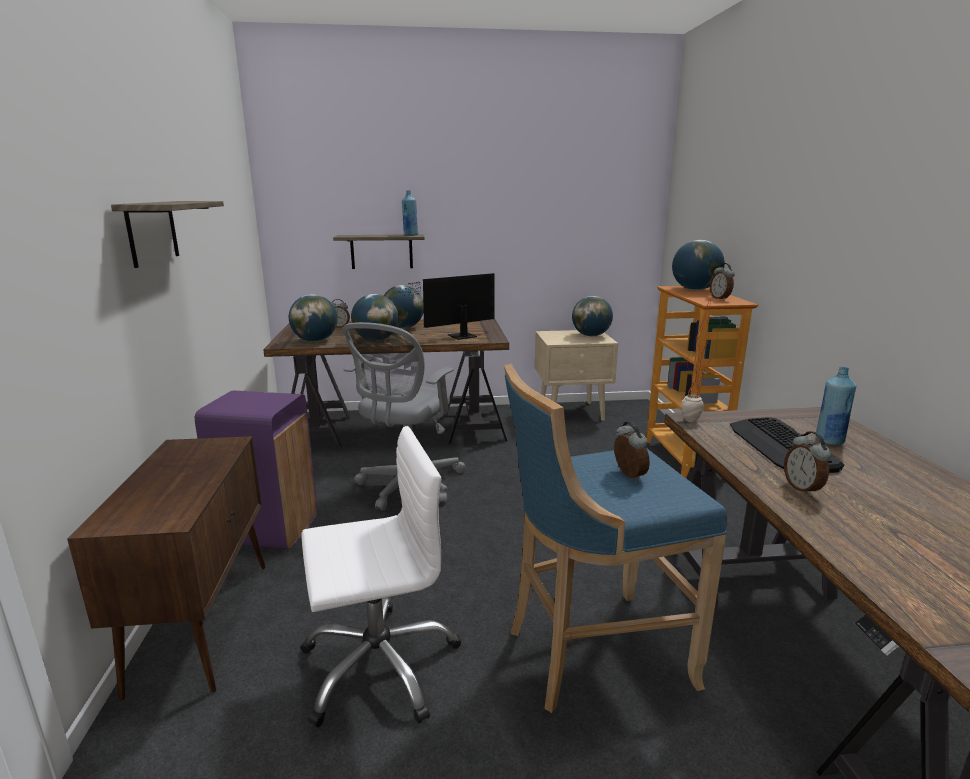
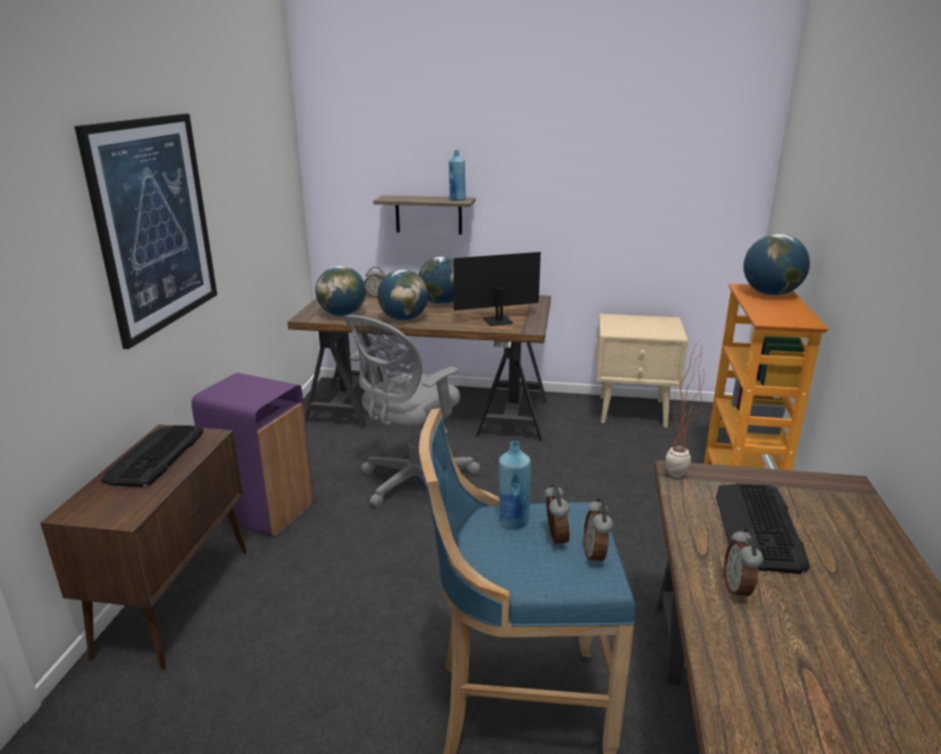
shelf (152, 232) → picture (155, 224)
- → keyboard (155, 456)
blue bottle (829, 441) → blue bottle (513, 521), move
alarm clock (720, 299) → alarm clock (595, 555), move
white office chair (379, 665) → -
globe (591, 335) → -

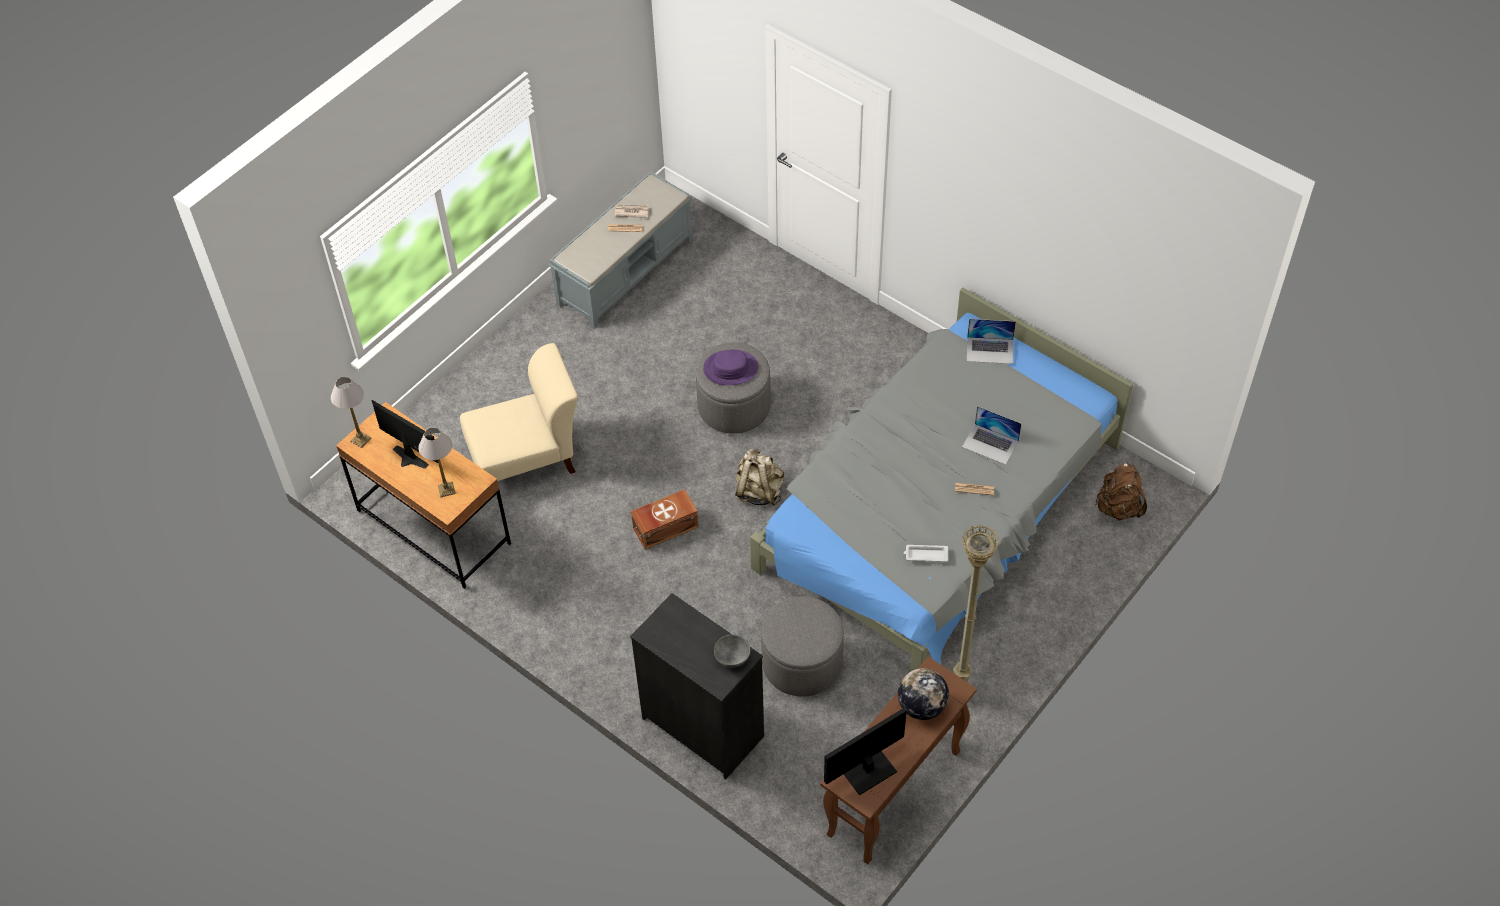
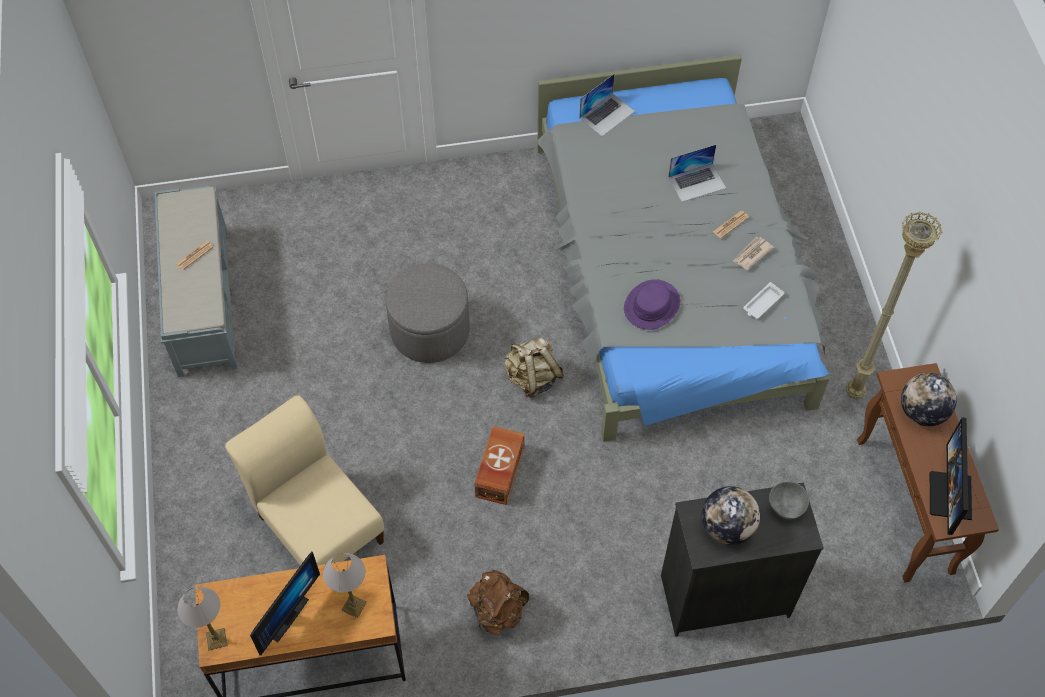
beige chair (527, 458) → beige chair (318, 524), 60 degrees counterclockwise
monitor (407, 460) → monitor (285, 615), 135 degrees clockwise
brown backpack (1118, 507) → brown backpack (497, 611), move
purple hat (730, 368) → purple hat (652, 305), move
- → globe (727, 527)
newspaper (631, 212) → newspaper (752, 254), move
grey ottoman (802, 663) → -

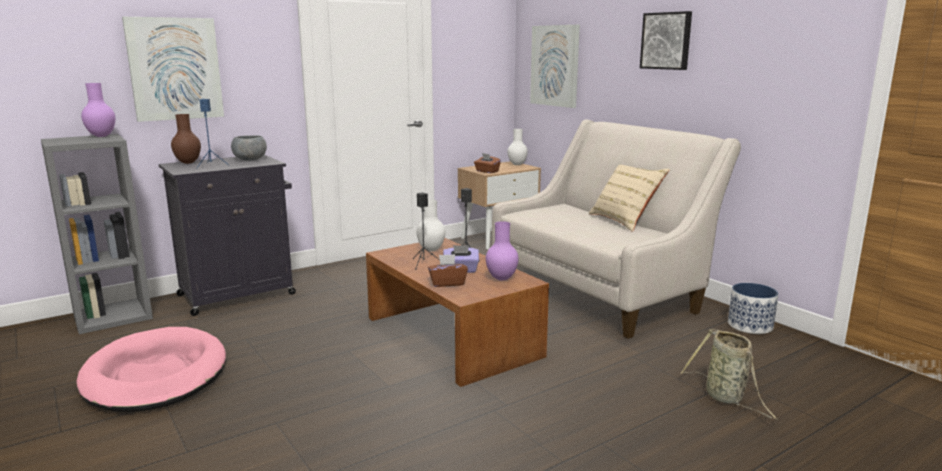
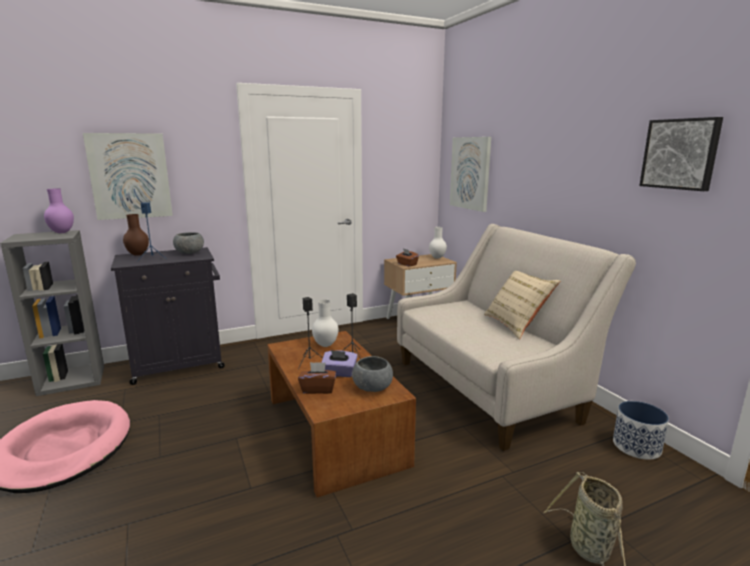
purple vase (502, 279) → grey bowl (372, 388)
picture (666, 41) → picture (680, 154), move

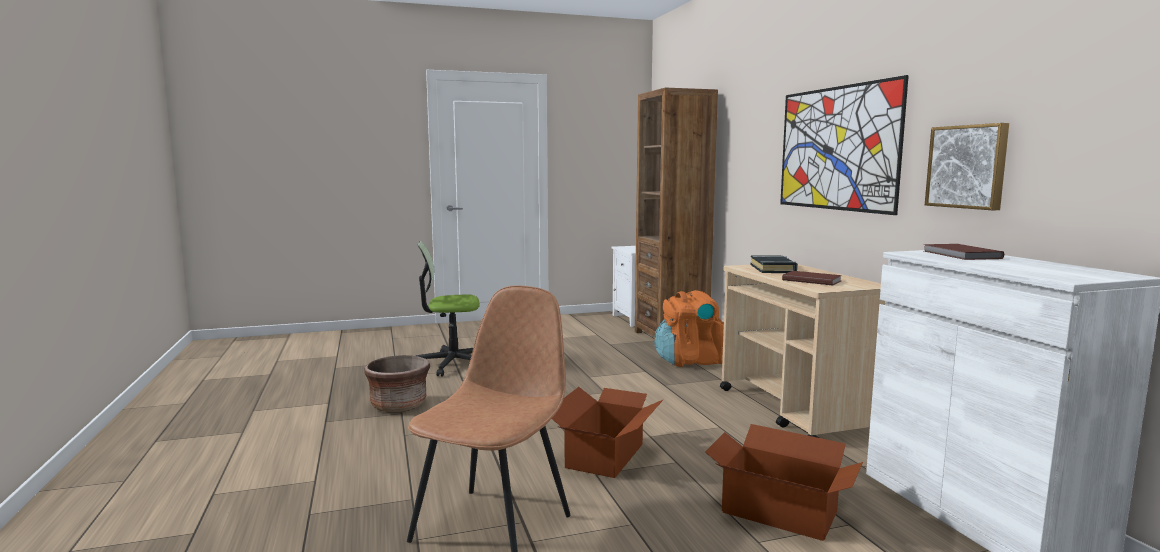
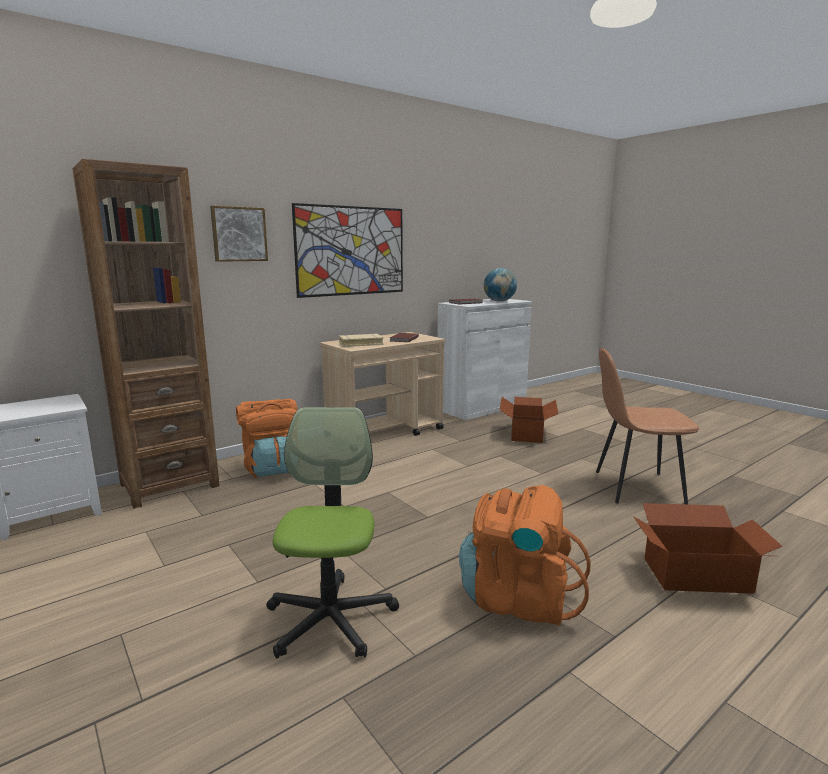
picture (968, 166) → picture (239, 234), move
office chair (451, 364) → office chair (330, 619), 150 degrees counterclockwise
black book (773, 269) → beige book (360, 343)
brown planter (399, 405) → orange backpack (517, 599)
- → globe (499, 301)
cardboard box (606, 455) → cardboard box (695, 574), move

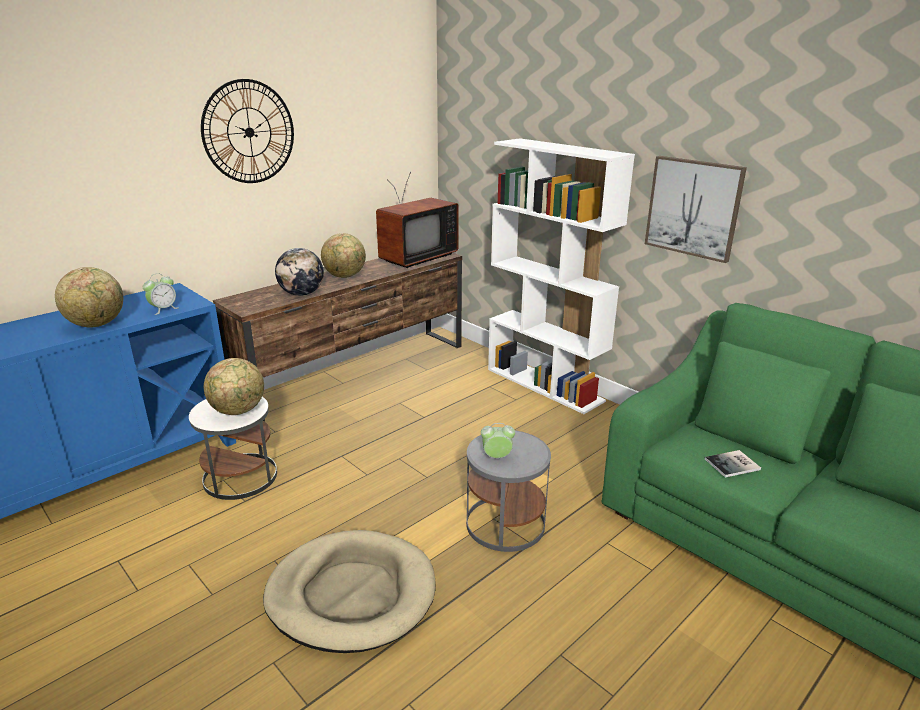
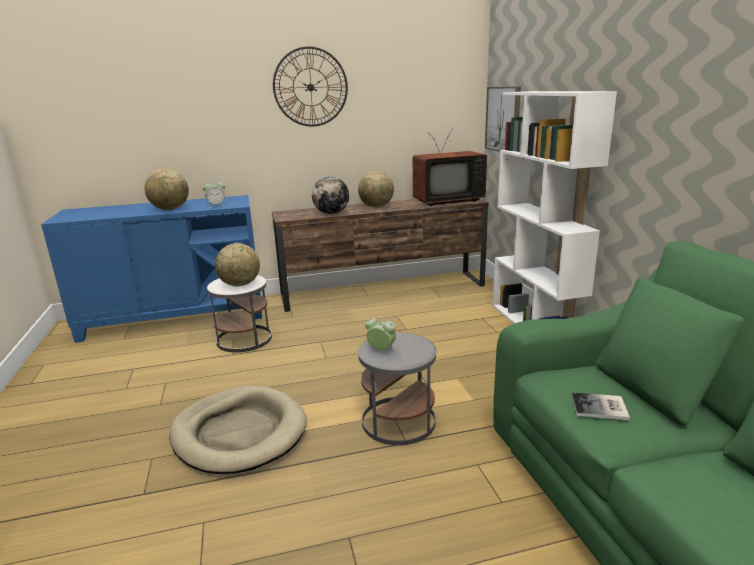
picture (693, 207) → picture (503, 119), move

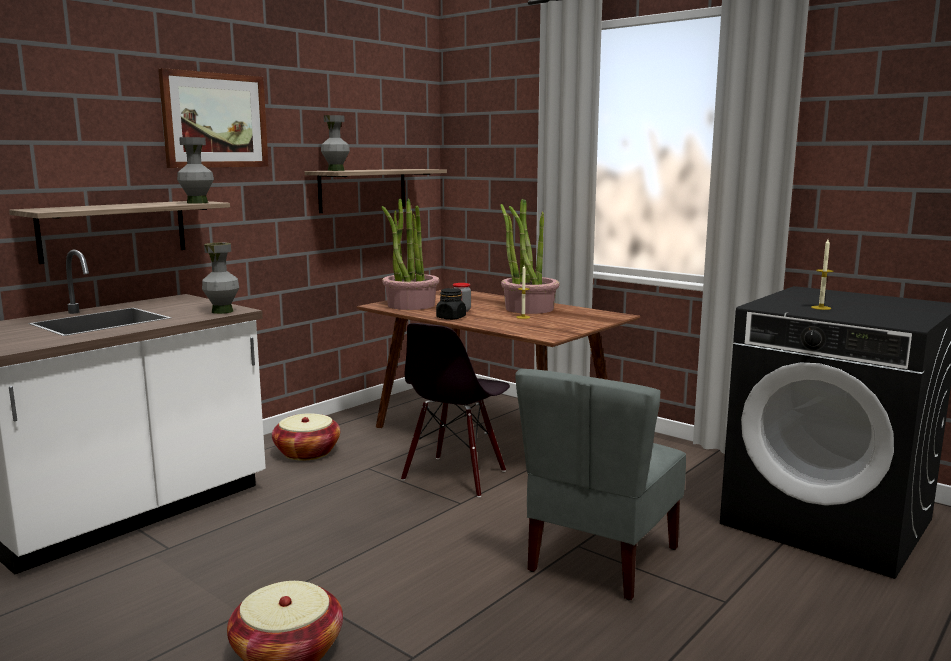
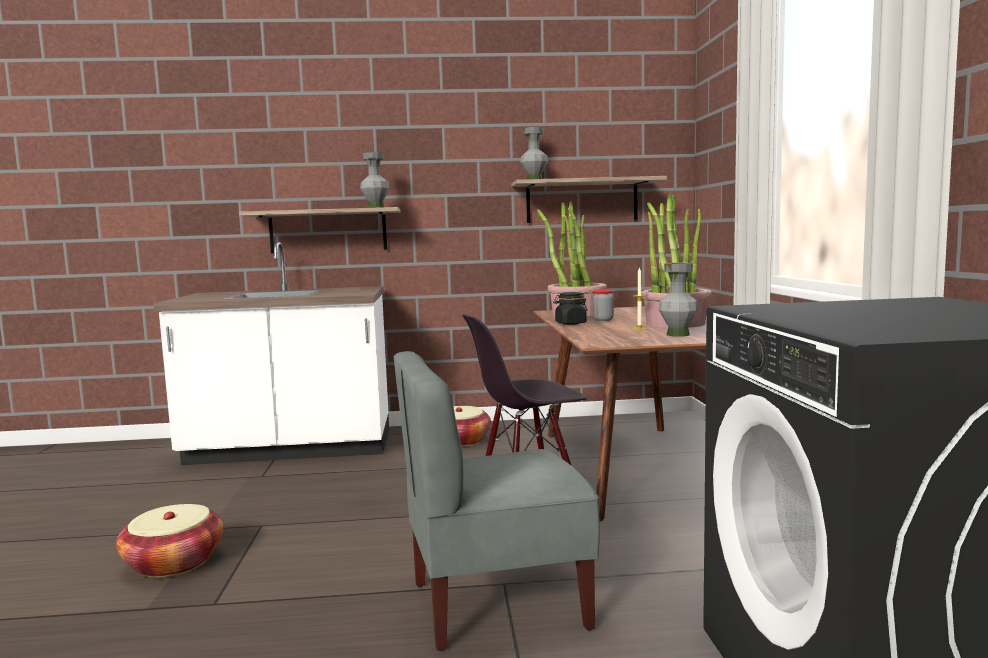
grey vase (222, 311) → grey vase (677, 334), move
picture (215, 120) → -
candle (821, 308) → -

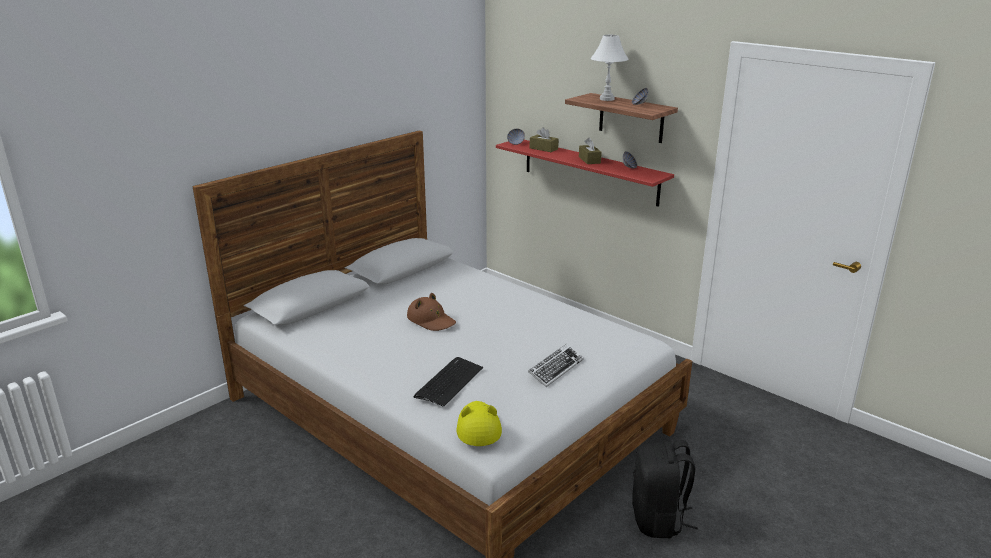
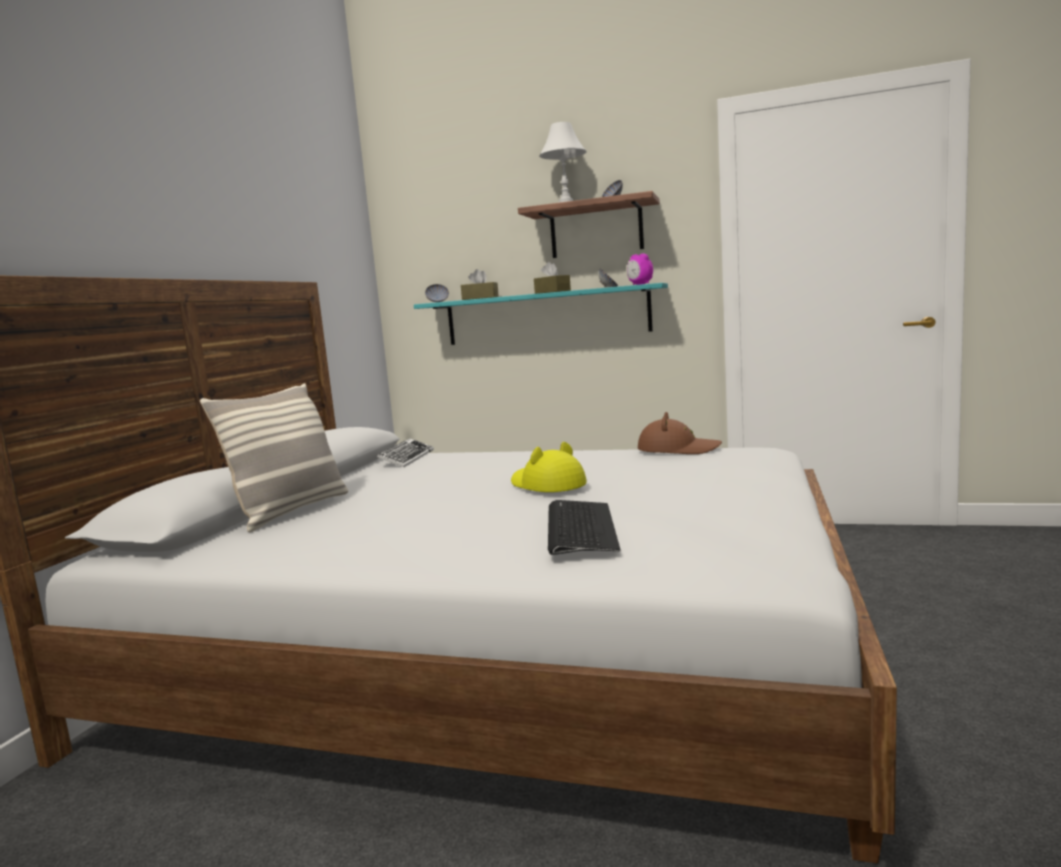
- → pillow (291, 511)
keyboard (555, 369) → keyboard (406, 458), move
red shelf (589, 171) → turquoise shelf (546, 316)
yellow hat (478, 427) → yellow hat (547, 485), move
- → alarm clock (640, 284)
brown hat (431, 320) → brown hat (678, 449), move
black backpack (658, 520) → -

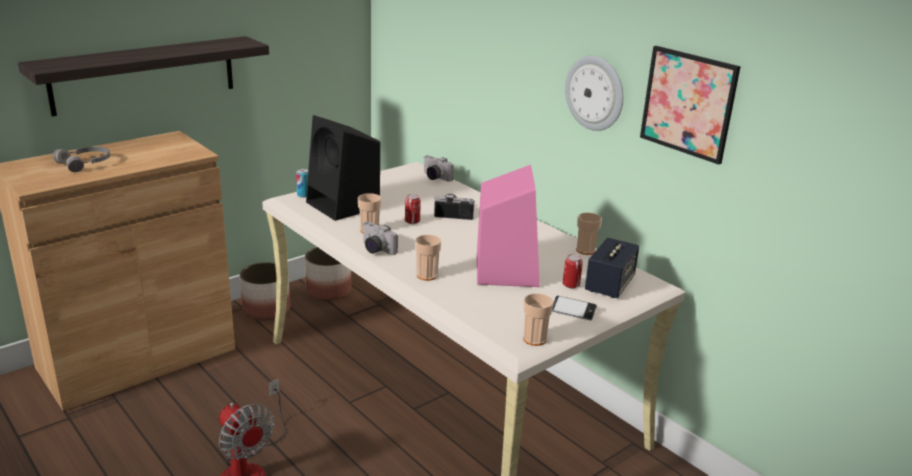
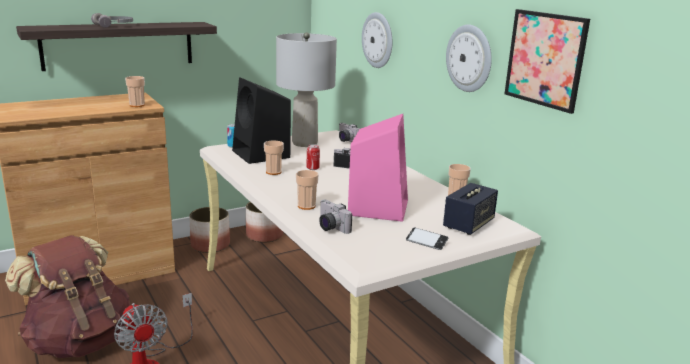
- → brown backpack (78, 341)
grey headphones (86, 163) → grey headphones (114, 25), move
cup (534, 339) → cup (137, 105), move
- → grey table lamp (305, 143)
photo camera (375, 249) → photo camera (330, 227), move
- → wall clock (378, 40)
can (571, 285) → -

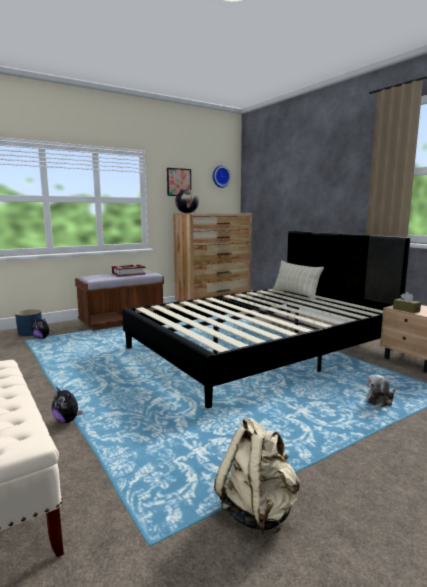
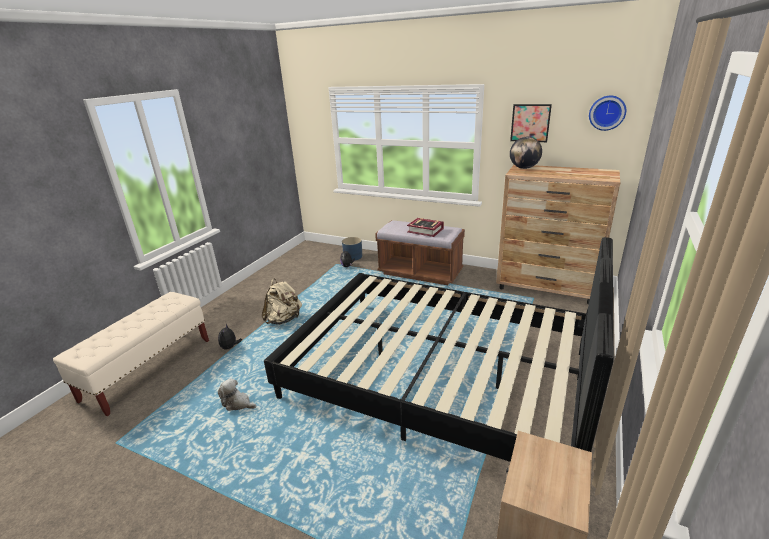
plush toy (380, 400) → plush toy (238, 403), move
beige backpack (257, 510) → beige backpack (284, 320), move
pillow (295, 294) → -
brown tissue box (406, 310) → -

